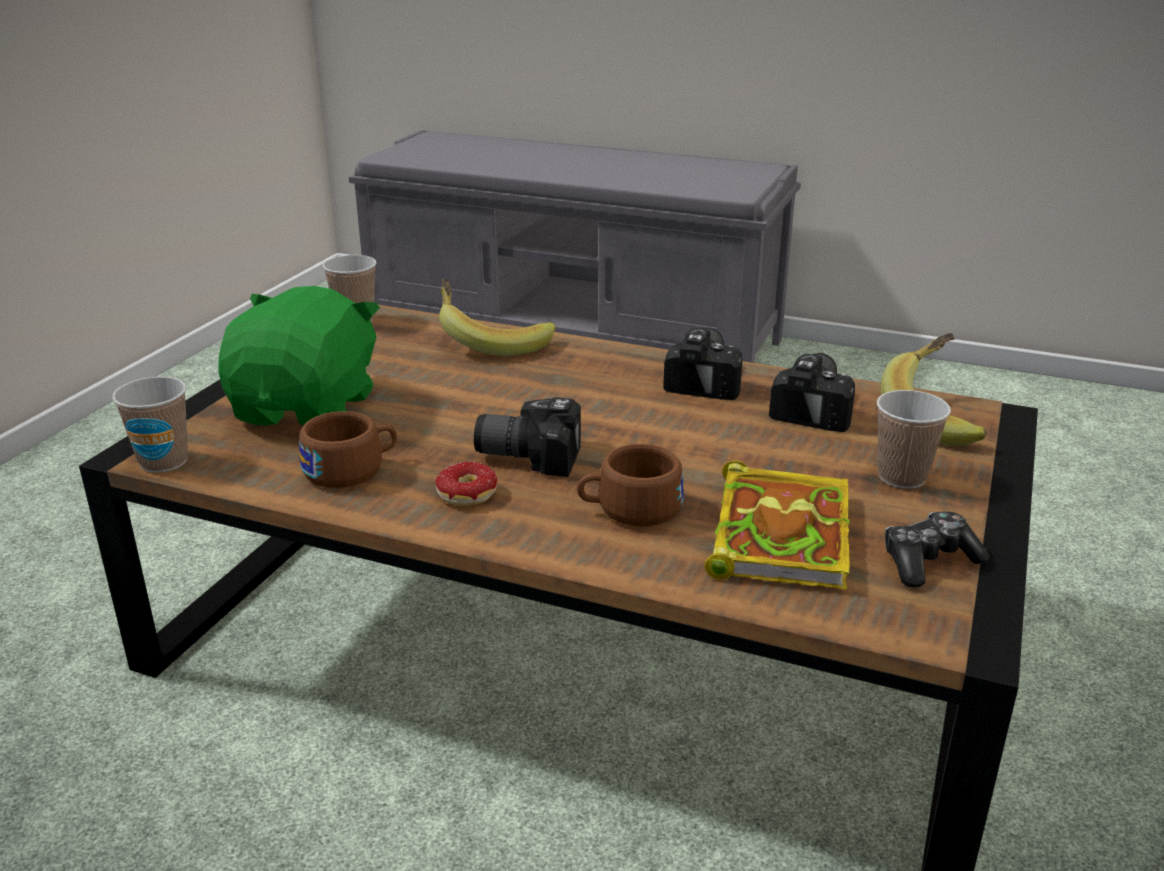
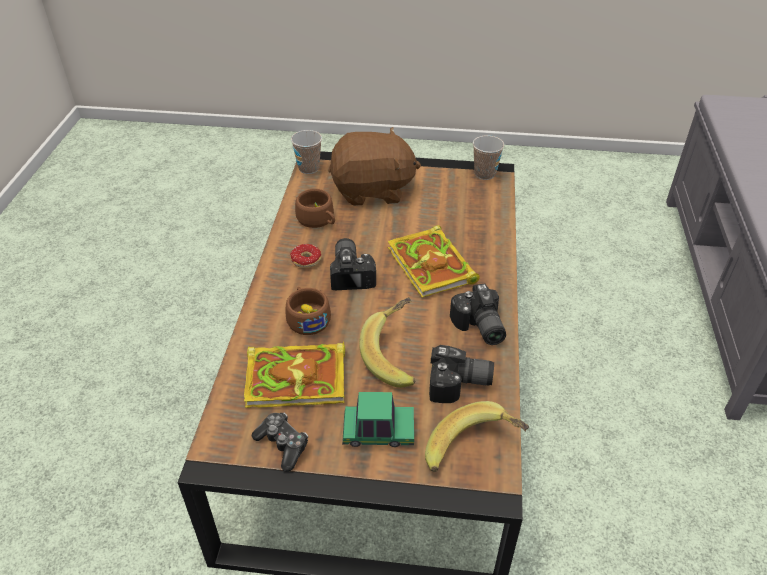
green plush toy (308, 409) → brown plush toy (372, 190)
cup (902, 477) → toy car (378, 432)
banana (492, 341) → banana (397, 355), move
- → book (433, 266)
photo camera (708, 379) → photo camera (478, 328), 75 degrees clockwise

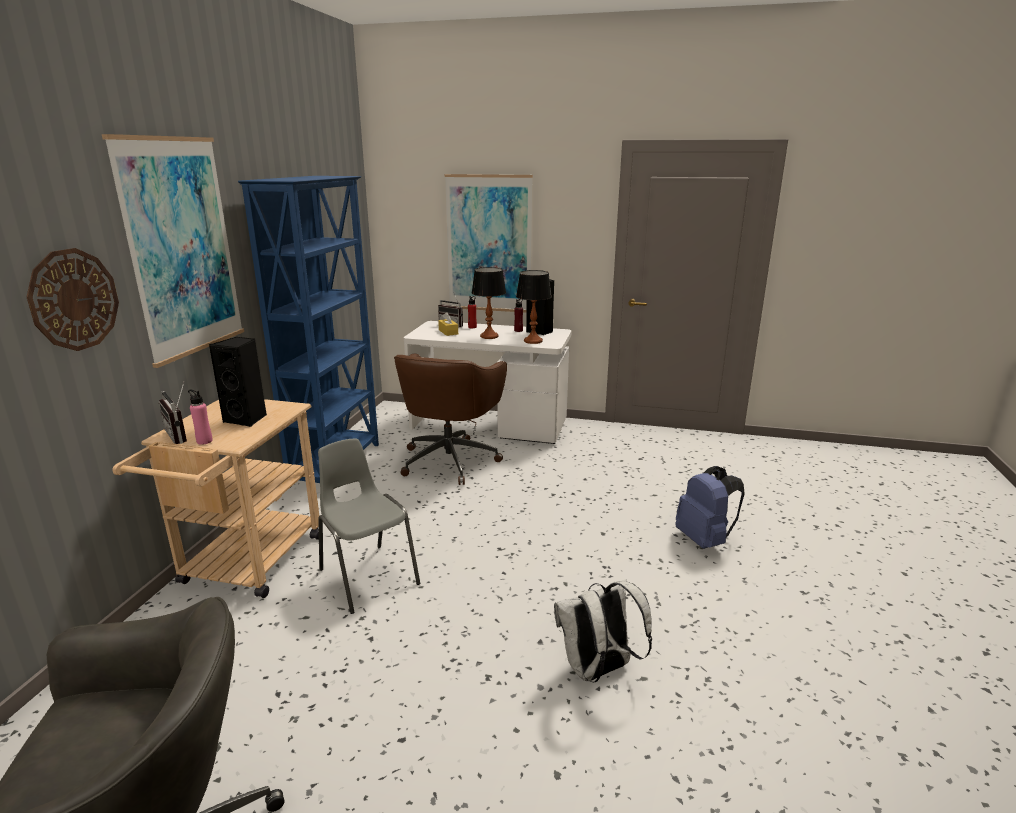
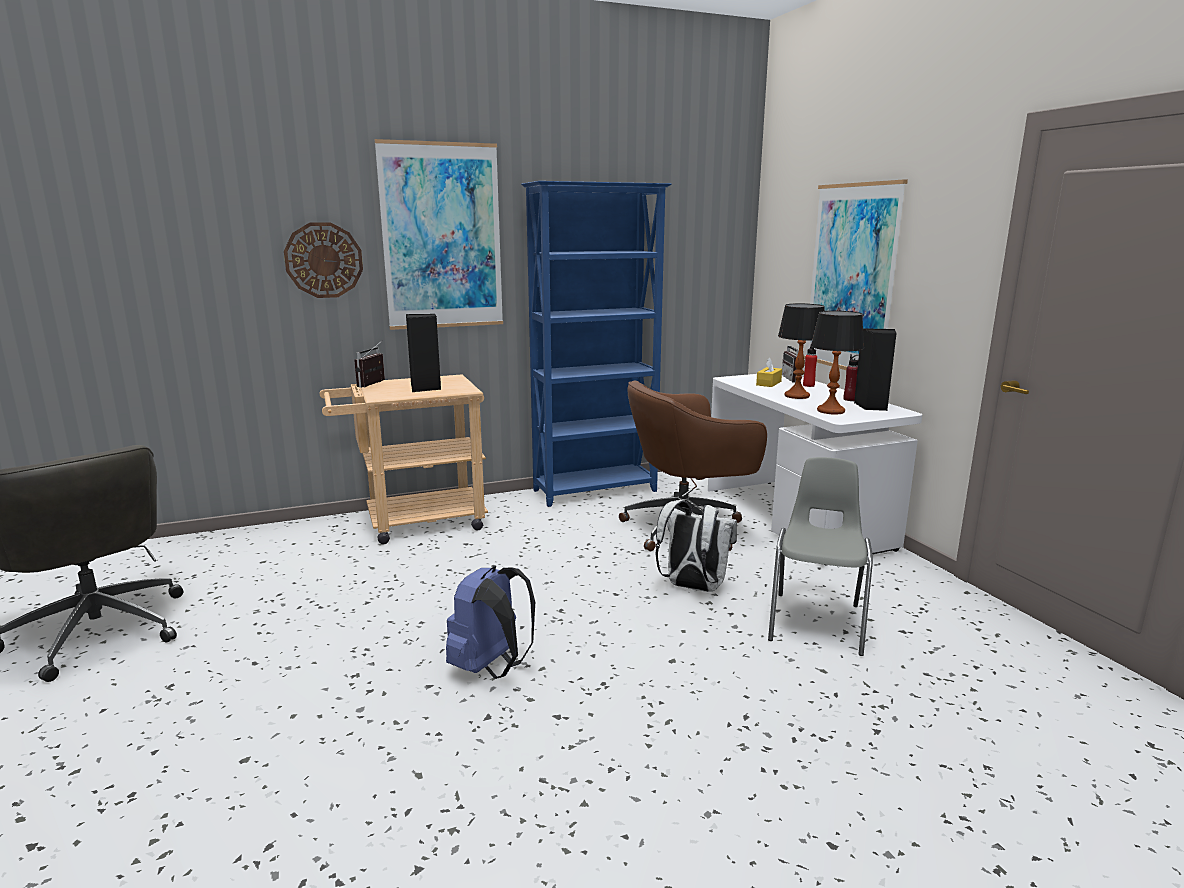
blue backpack (704, 540) → blue backpack (491, 667), move
white backpack (598, 670) → white backpack (692, 587), move
grey chair (368, 576) → grey chair (817, 622), move
pink bottle (204, 441) → -

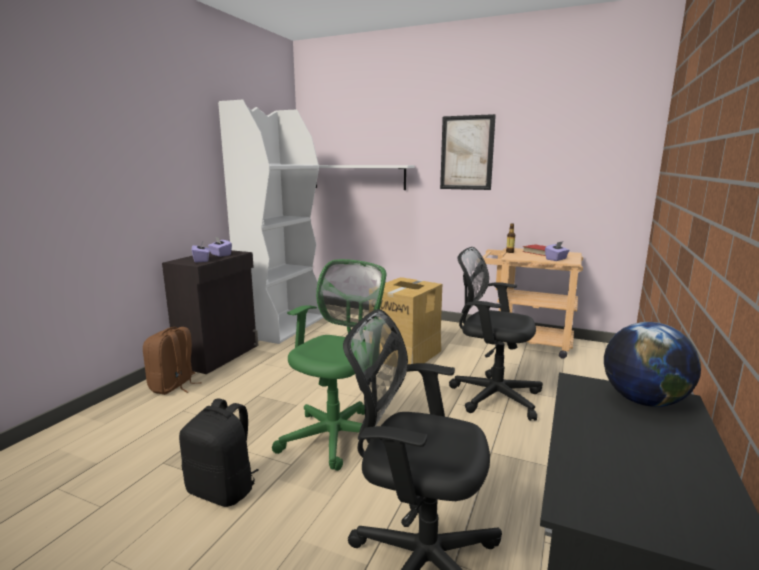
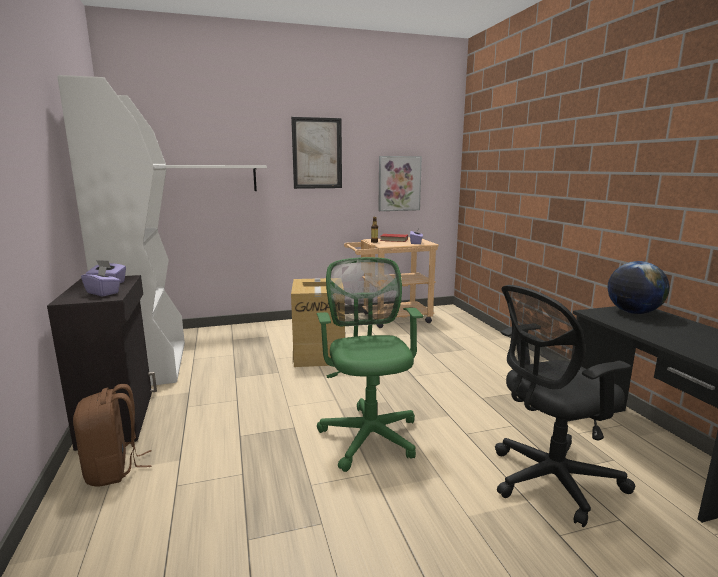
- → picture (399, 183)
black backpack (223, 490) → -
black office chair (491, 395) → -

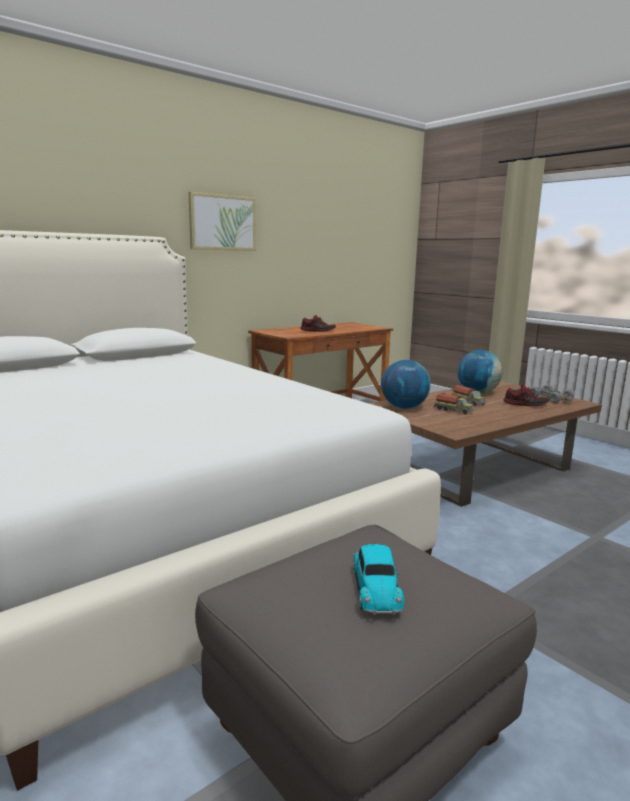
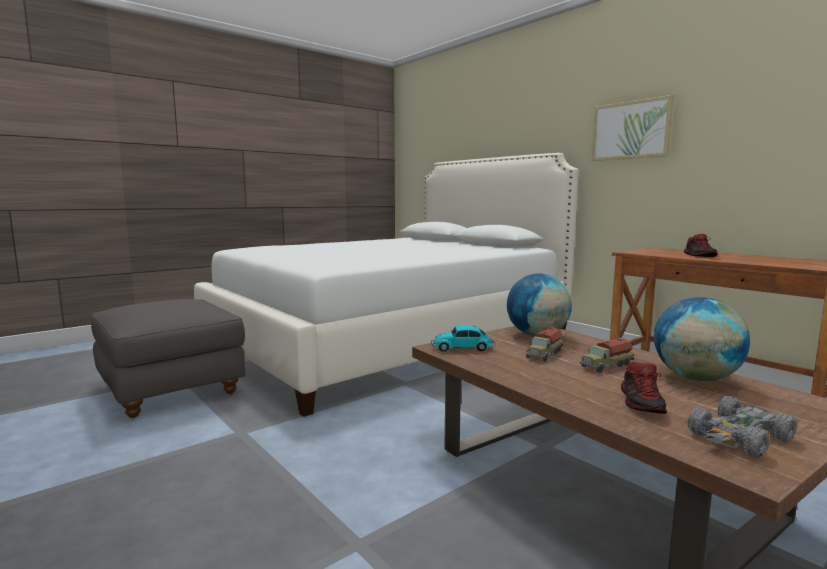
toy car (375, 586) → toy car (464, 348), move

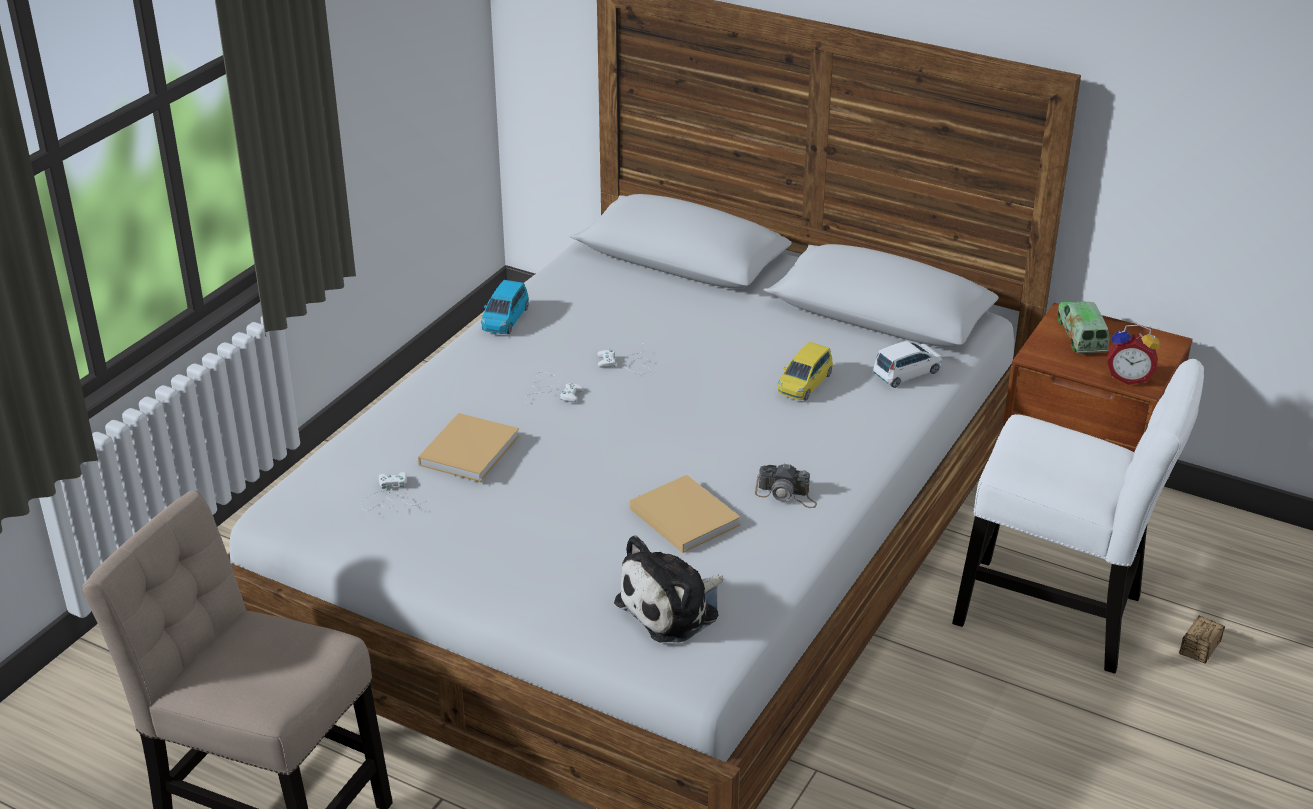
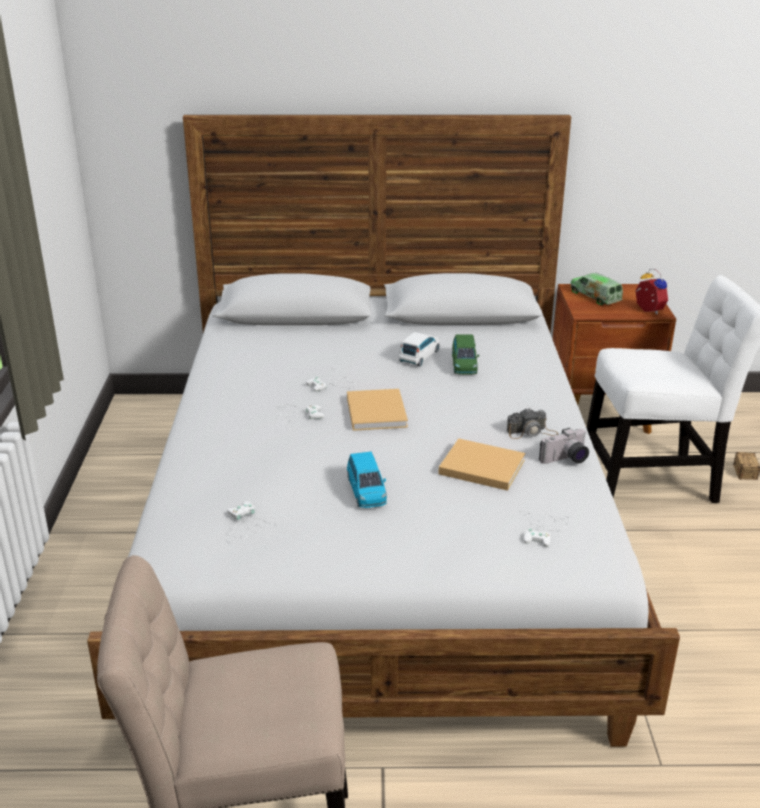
beige book (471, 449) → beige book (376, 411), move
blue toy car (505, 319) → blue toy car (366, 491), move
white toy car (907, 373) → white toy car (419, 356), move
yellow toy car (804, 384) → green toy car (464, 365)
plush toy (673, 608) → white game controller (544, 529)
- → photo camera (566, 460)
alarm clock (1128, 377) → alarm clock (647, 311), 105 degrees counterclockwise

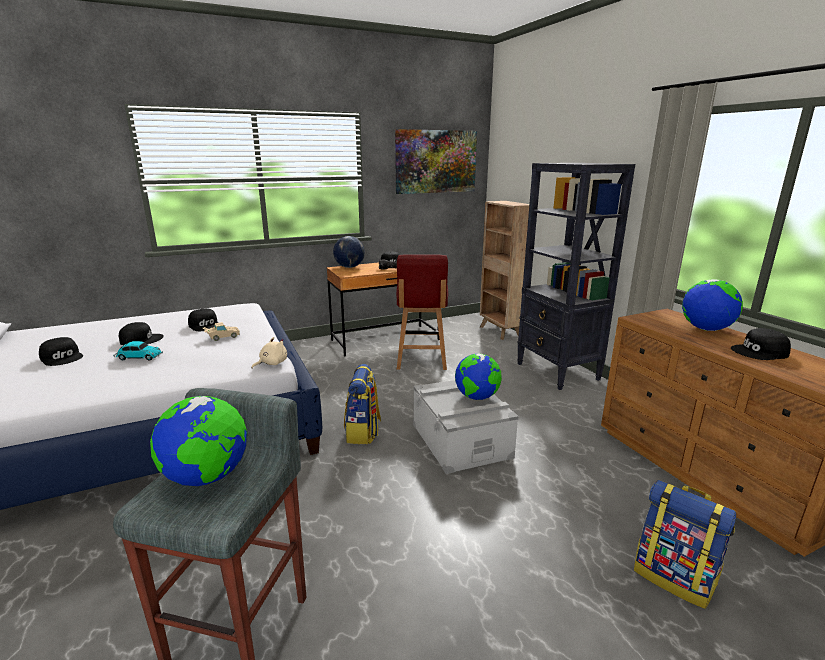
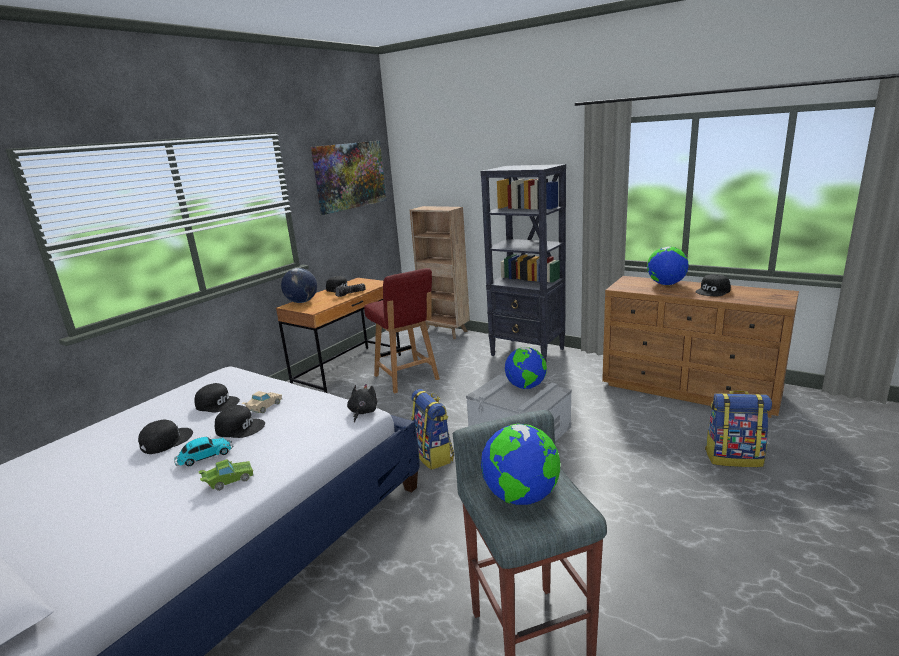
- → green toy car (228, 481)
black cap (62, 357) → black cap (240, 427), move
beige plush toy (272, 363) → black plush toy (362, 412)

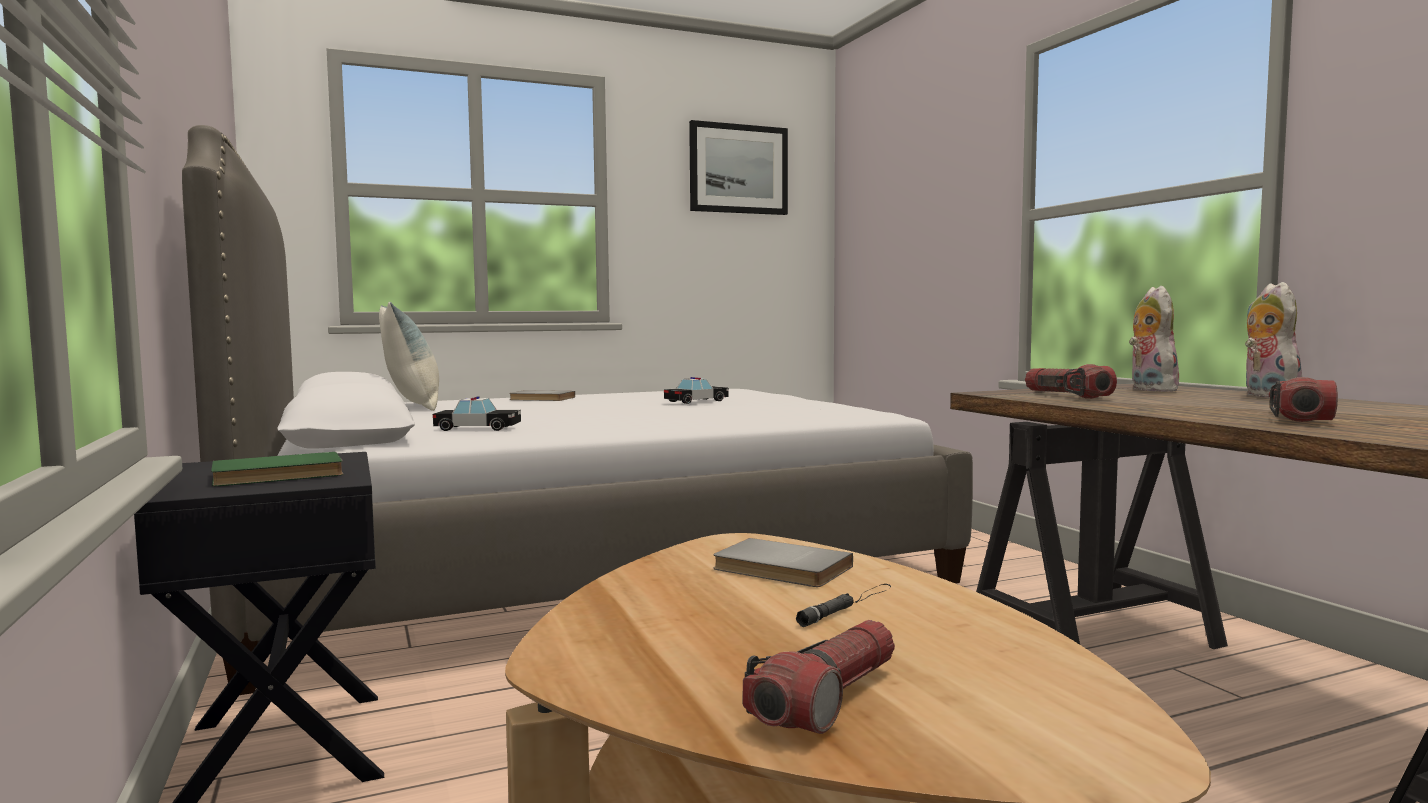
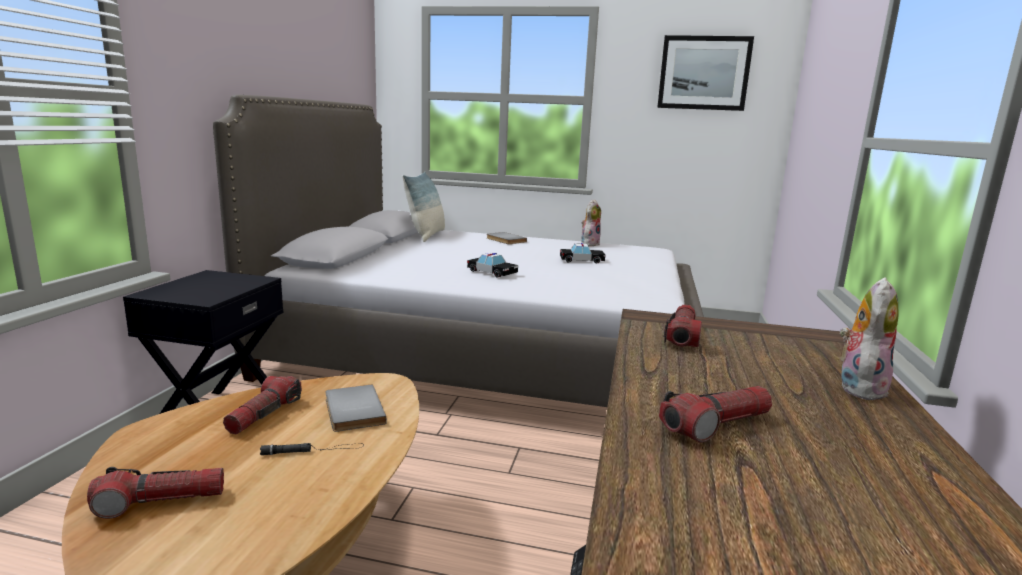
- → flashlight (264, 414)
toy car (478, 428) → toy car (492, 272), move
plush toy (1149, 390) → plush toy (589, 244), move
green book (278, 475) → -

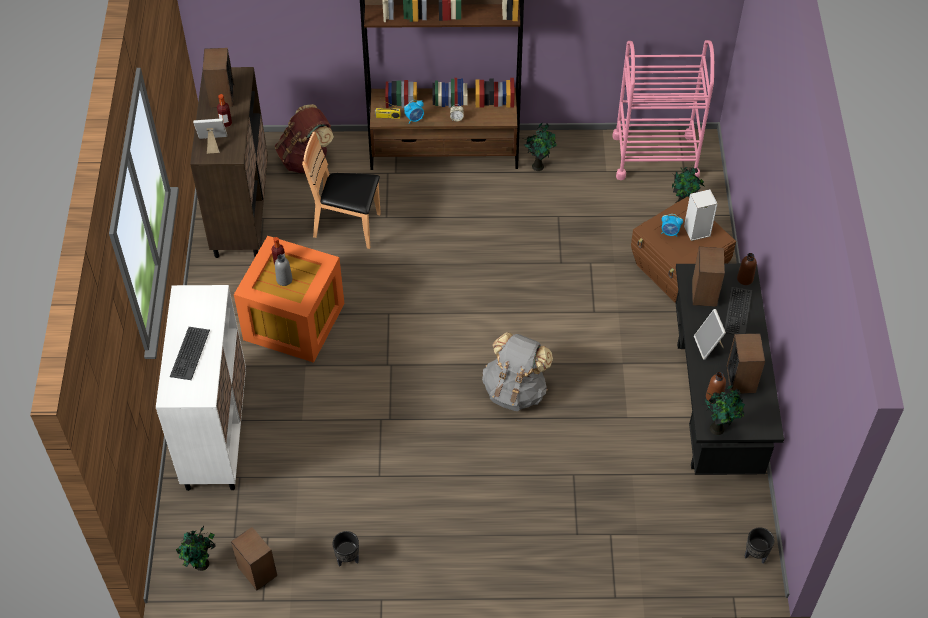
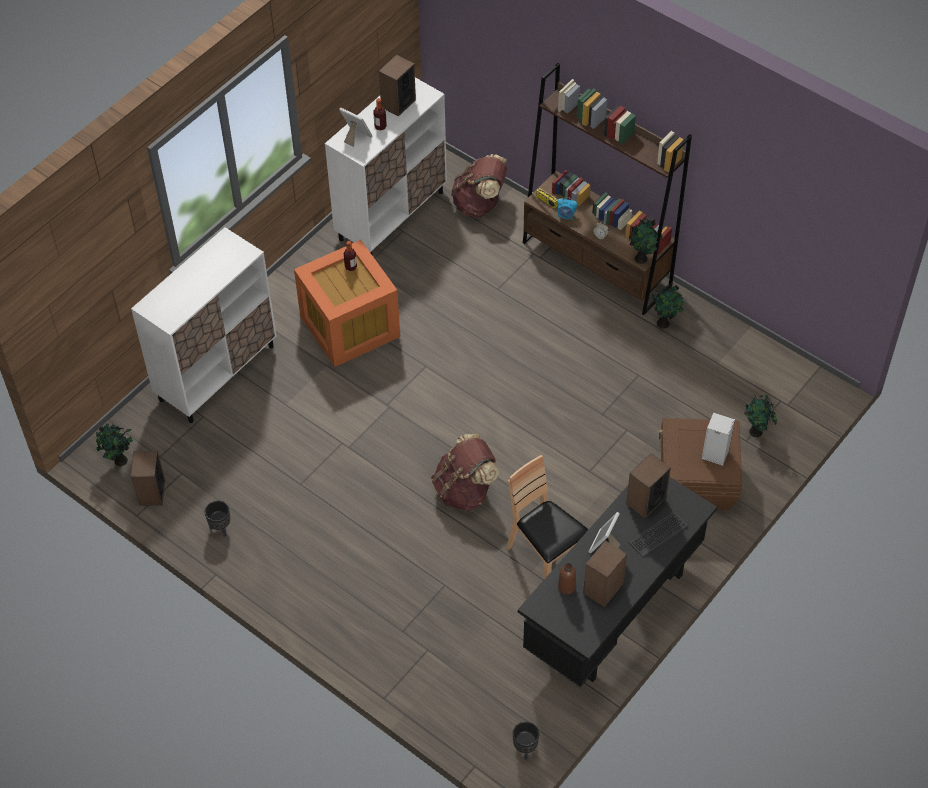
brown cabinet (241, 211) → white cabinet (391, 215)
grey backpack (515, 390) → brown backpack (464, 490)
brown chair (347, 226) → brown chair (545, 558), move
potted plant (718, 428) → potted plant (642, 259), move
keyboard (189, 353) → -
grey bottle (284, 279) → -
pink cart (655, 156) → -
alarm clock (670, 232) → -
brown bottle (745, 279) → -

